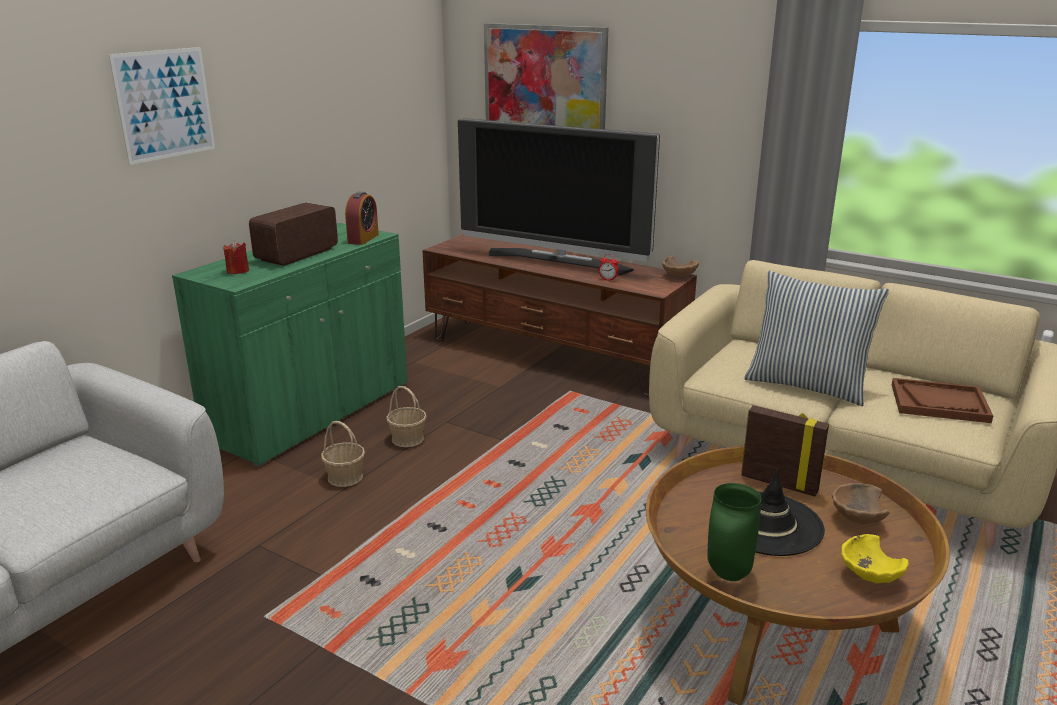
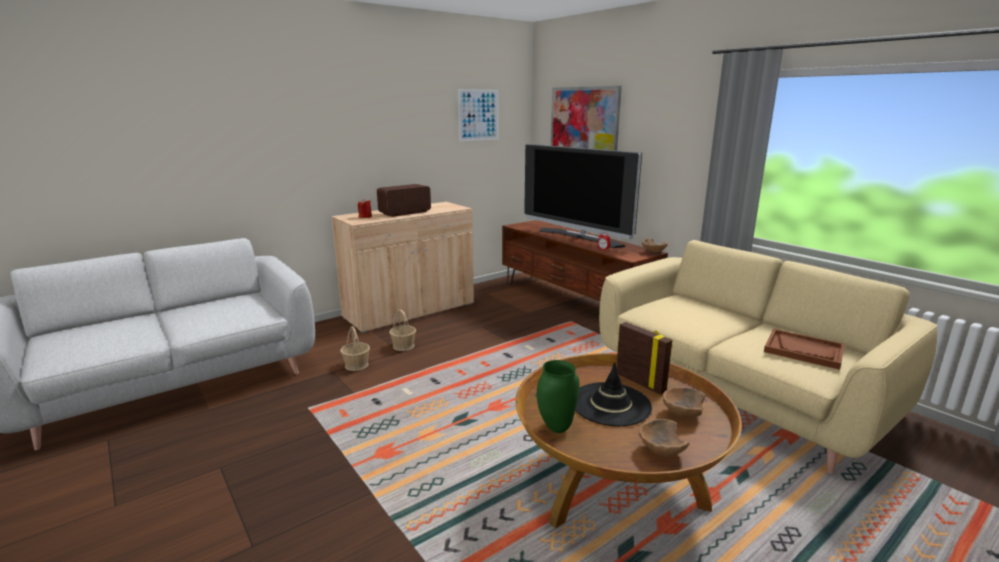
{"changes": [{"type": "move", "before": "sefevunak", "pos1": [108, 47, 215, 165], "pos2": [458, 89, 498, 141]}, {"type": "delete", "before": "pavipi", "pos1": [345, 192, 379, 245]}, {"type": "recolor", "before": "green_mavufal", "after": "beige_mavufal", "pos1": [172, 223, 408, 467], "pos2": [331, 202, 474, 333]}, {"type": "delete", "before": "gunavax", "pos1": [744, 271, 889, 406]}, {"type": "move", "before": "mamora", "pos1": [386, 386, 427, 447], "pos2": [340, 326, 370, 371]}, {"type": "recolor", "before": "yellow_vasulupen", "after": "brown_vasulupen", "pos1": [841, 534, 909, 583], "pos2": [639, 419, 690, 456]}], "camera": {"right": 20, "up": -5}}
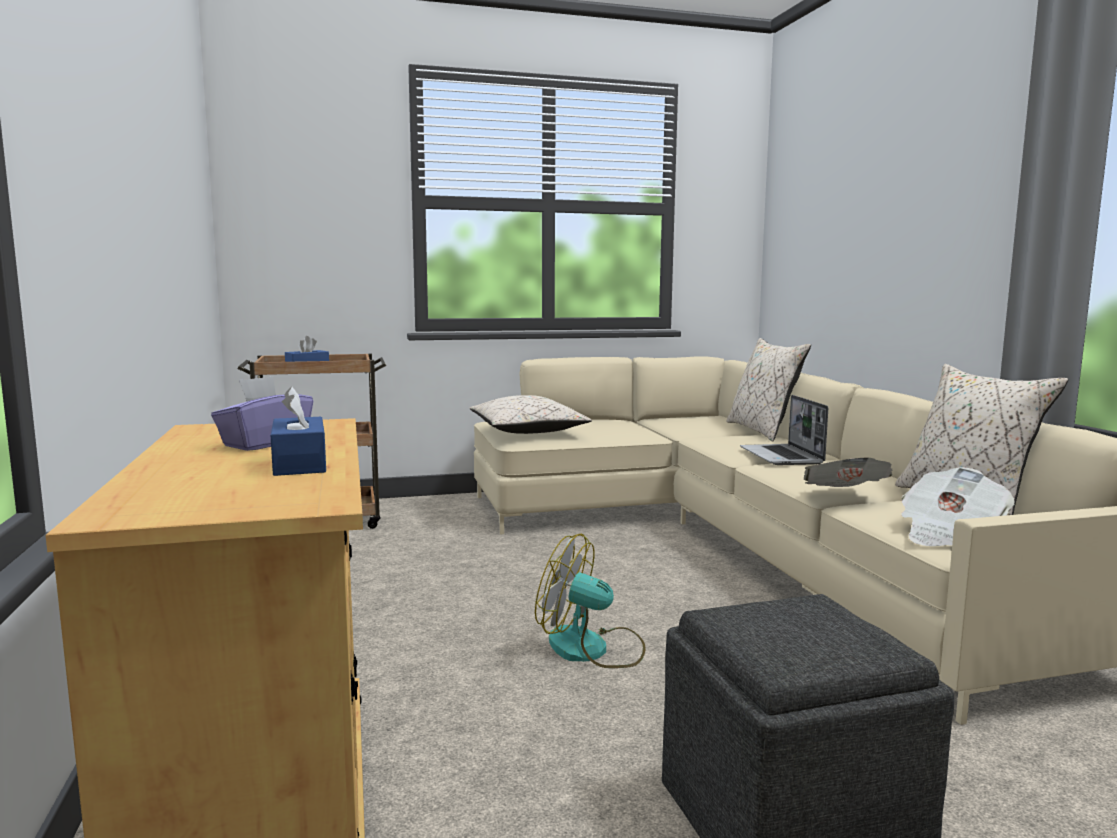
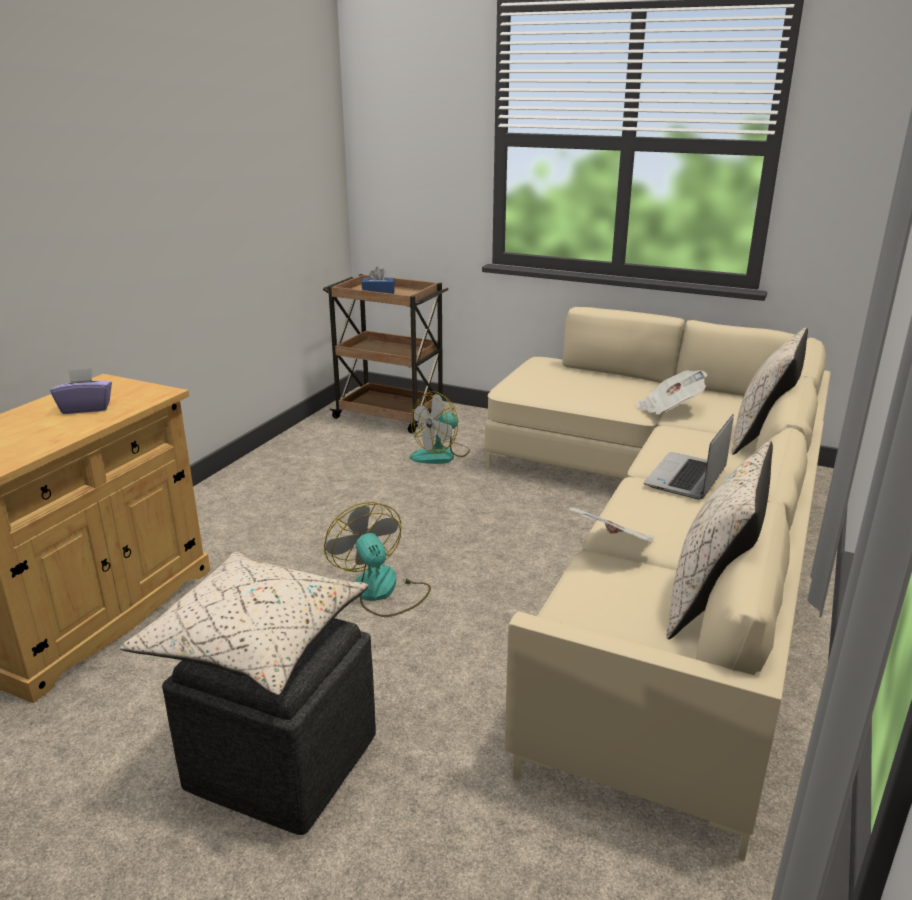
{"changes": [{"type": "delete", "before": "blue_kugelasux", "pos1": [271, 387, 326, 476]}, {"type": "move", "before": "beige_gunavax", "pos1": [469, 395, 592, 434], "pos2": [120, 552, 369, 696]}, {"type": "move", "before": "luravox", "pos1": [901, 467, 1015, 546], "pos2": [636, 370, 708, 415]}, {"type": "insert", "after": "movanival", "pos2": [410, 391, 470, 464]}], "camera": {"right": 40, "up": 15}}
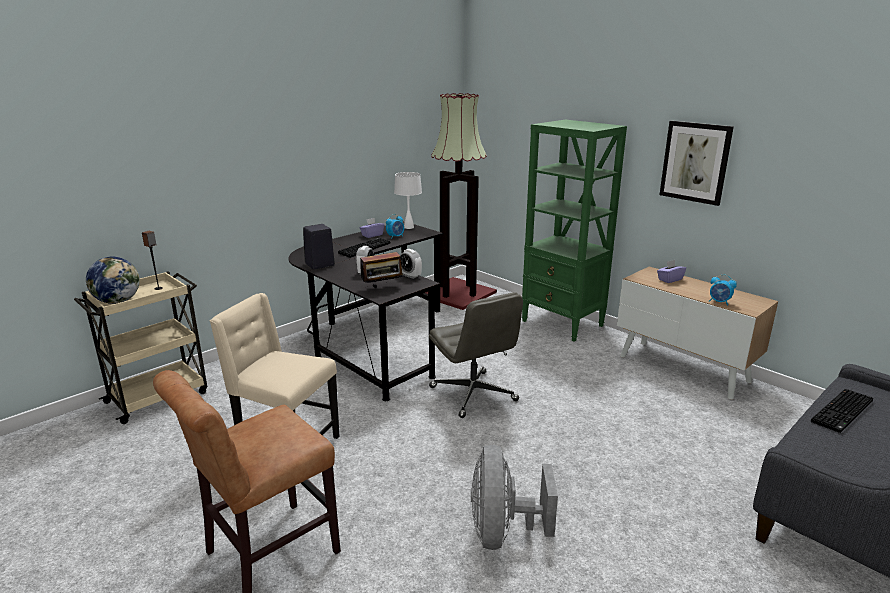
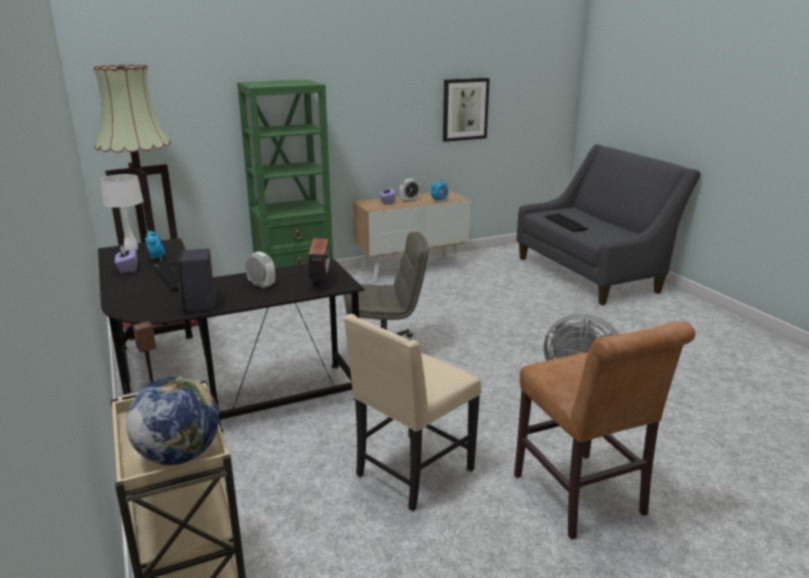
{"changes": [{"type": "move", "before": "sefevunak", "pos1": [659, 121, 734, 206], "pos2": [443, 78, 490, 142]}, {"type": "move", "before": "pavipi", "pos1": [400, 249, 422, 279], "pos2": [399, 179, 420, 202]}], "camera": {"right": -70, "up": 0}}
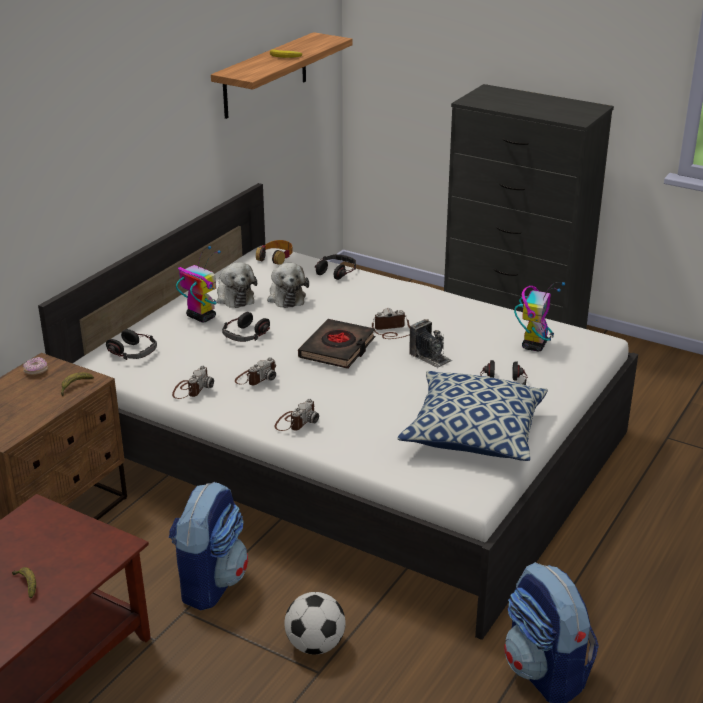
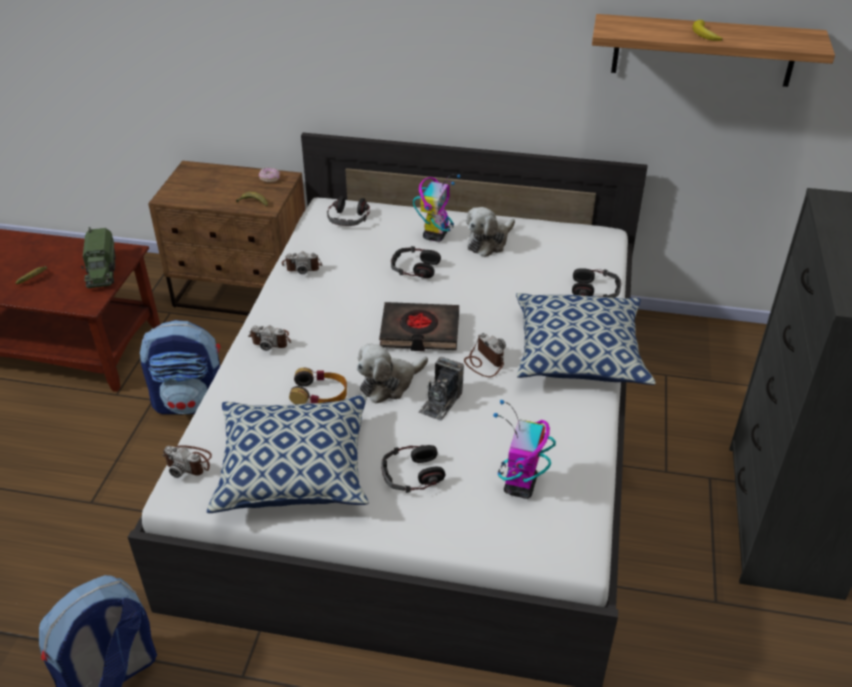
{"changes": [{"type": "move", "before": "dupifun", "pos1": [256, 240, 292, 265], "pos2": [289, 368, 347, 405]}, {"type": "move", "before": "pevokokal", "pos1": [267, 263, 309, 308], "pos2": [357, 343, 428, 404]}, {"type": "rotate", "before": "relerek", "pos1": [514, 282, 565, 351], "pos2": [493, 400, 556, 499], "turn": 105}, {"type": "move", "before": "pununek", "pos1": [235, 357, 276, 385], "pos2": [162, 445, 212, 478]}, {"type": "delete", "before": "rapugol", "pos1": [284, 592, 345, 655]}, {"type": "insert", "after": "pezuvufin", "pos2": [81, 227, 116, 288]}, {"type": "insert", "after": "gunavax", "pos2": [516, 293, 656, 385]}], "camera": {"right": 70, "up": 10}}
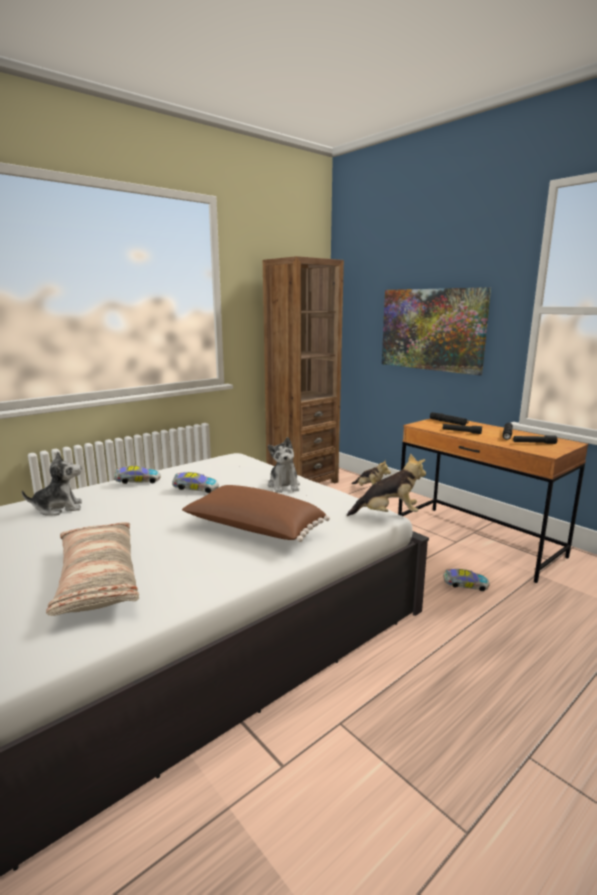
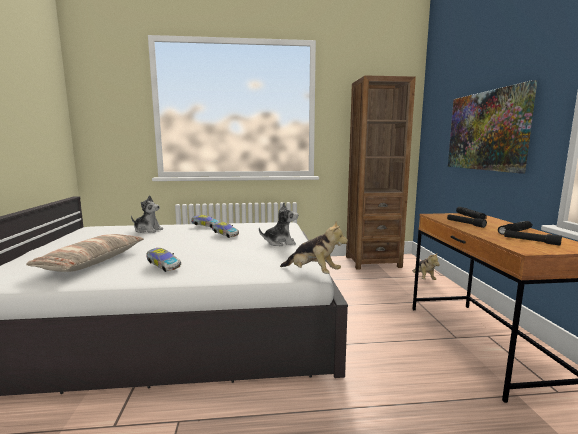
{"changes": [{"type": "rotate", "before": "pevokokal", "pos1": [268, 437, 300, 493], "pos2": [259, 202, 298, 246], "turn": -120}, {"type": "delete", "before": "brown_gunavax", "pos1": [182, 485, 330, 542]}, {"type": "move", "before": "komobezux", "pos1": [443, 569, 489, 591], "pos2": [146, 248, 181, 272]}], "camera": {"right": 35, "up": -5}}
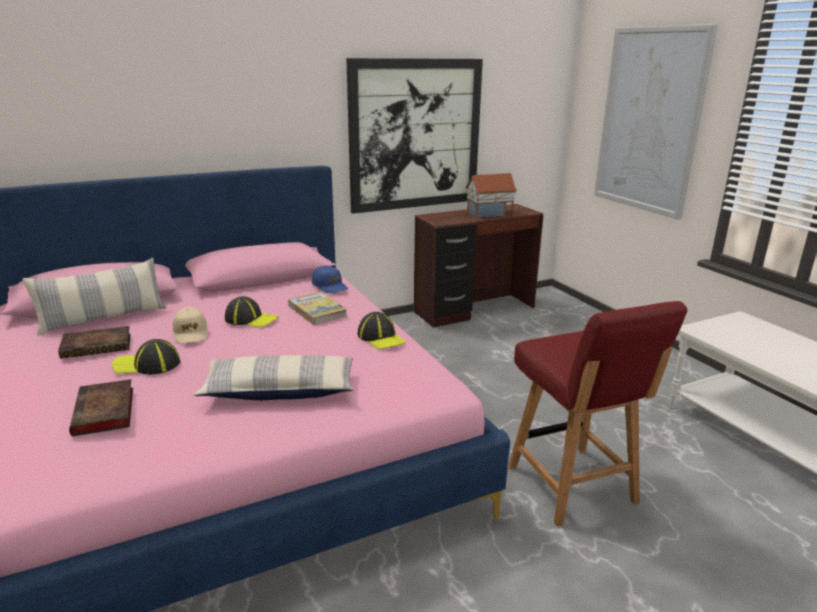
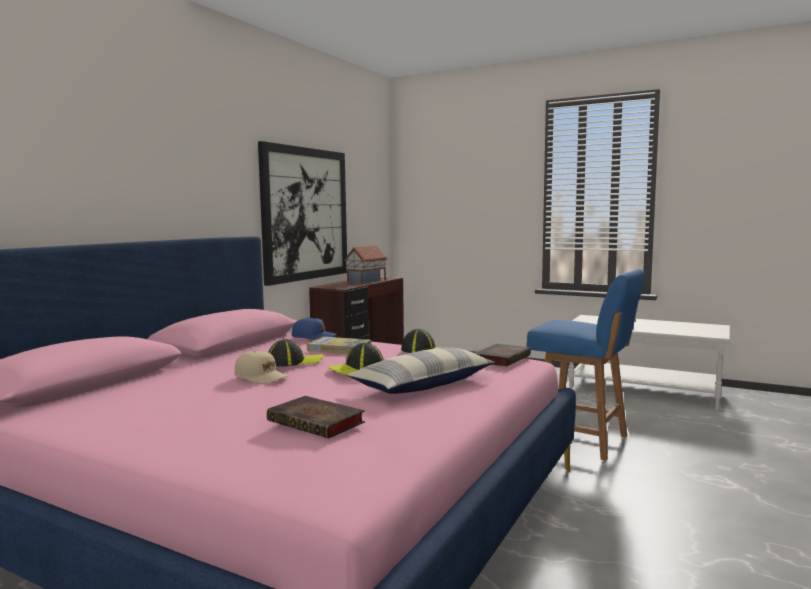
{"changes": [{"type": "delete", "before": "sefevunak", "pos1": [594, 24, 718, 219]}, {"type": "delete", "before": "gunavax", "pos1": [22, 258, 166, 336]}, {"type": "recolor", "before": "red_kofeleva", "after": "blue_kofeleva", "pos1": [508, 301, 688, 527], "pos2": [526, 269, 645, 461]}, {"type": "move", "before": "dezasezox", "pos1": [58, 326, 131, 359], "pos2": [475, 344, 531, 366]}, {"type": "move", "before": "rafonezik", "pos1": [112, 339, 180, 374], "pos2": [328, 342, 384, 375]}], "camera": {"right": -35, "up": -15}}
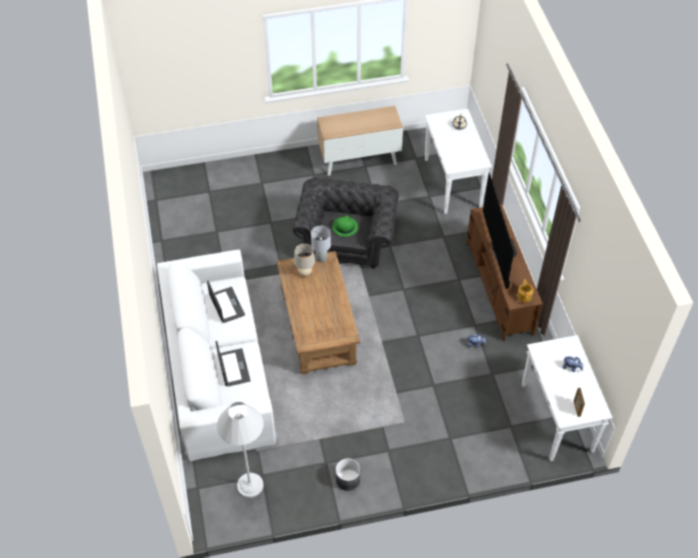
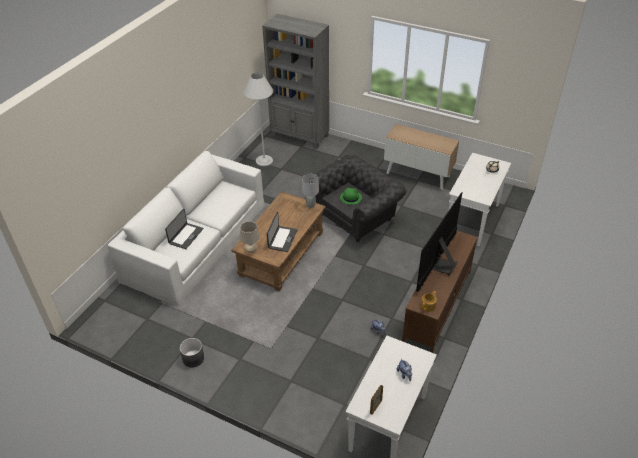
{"changes": [{"type": "move", "before": "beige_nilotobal", "pos1": [294, 244, 315, 276], "pos2": [240, 221, 260, 253]}, {"type": "move", "before": "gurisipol", "pos1": [207, 281, 245, 323], "pos2": [267, 212, 297, 252]}, {"type": "move", "before": "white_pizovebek", "pos1": [217, 402, 264, 498], "pos2": [244, 73, 273, 166]}, {"type": "insert", "after": "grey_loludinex", "pos2": [262, 14, 329, 149]}], "camera": {"right": 40, "up": -10}}
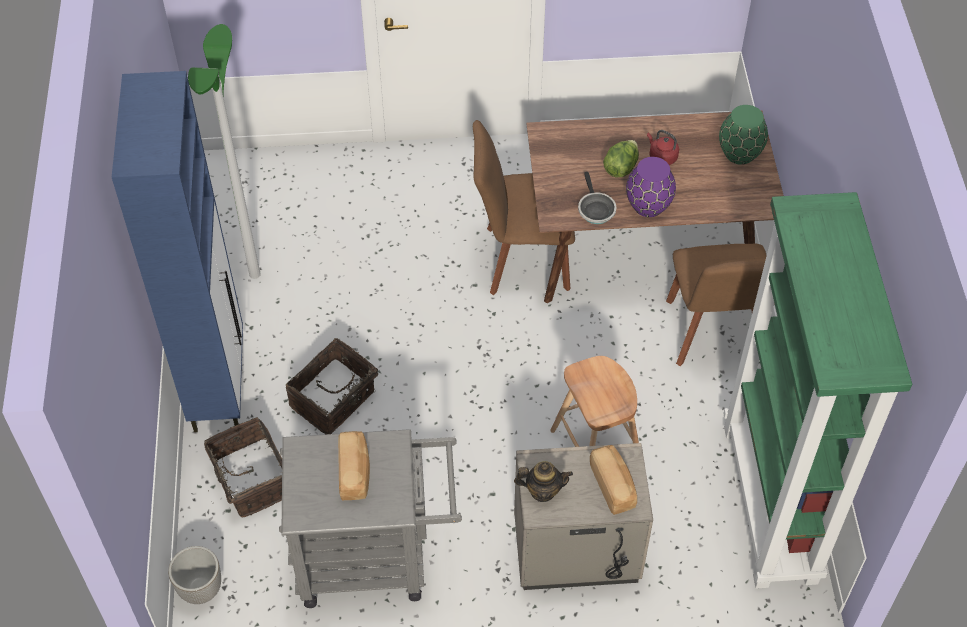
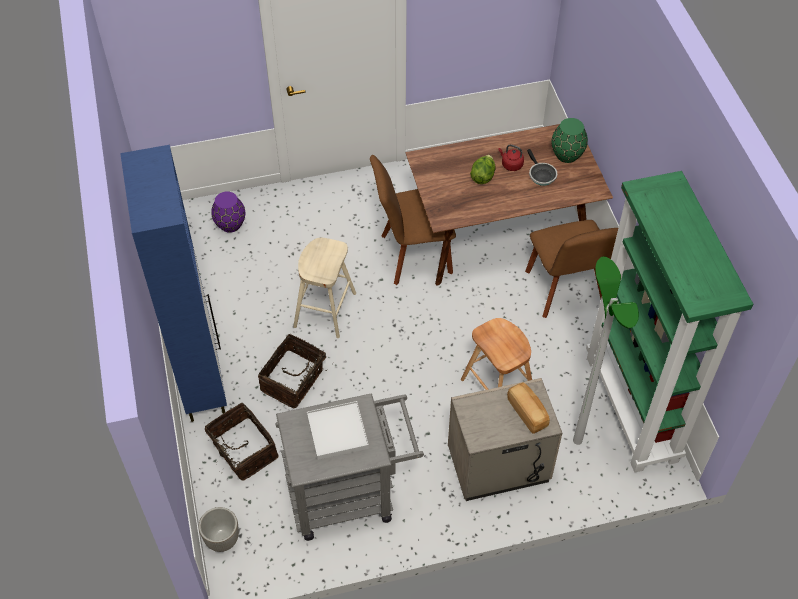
{"changes": [{"type": "move", "before": "pizovebek", "pos1": [188, 24, 261, 279], "pos2": [573, 256, 639, 445]}, {"type": "move", "before": "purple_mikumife", "pos1": [626, 157, 676, 217], "pos2": [211, 191, 245, 233]}, {"type": "move", "before": "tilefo", "pos1": [578, 172, 616, 224], "pos2": [527, 149, 557, 186]}, {"type": "replace", "before": "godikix", "after": "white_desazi", "pos1": [338, 431, 370, 501], "pos2": [307, 401, 369, 460]}, {"type": "delete", "before": "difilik", "pos1": [514, 461, 573, 502]}, {"type": "insert", "after": "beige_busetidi", "pos2": [293, 238, 356, 338]}], "camera": {"right": -10, "up": 0}}
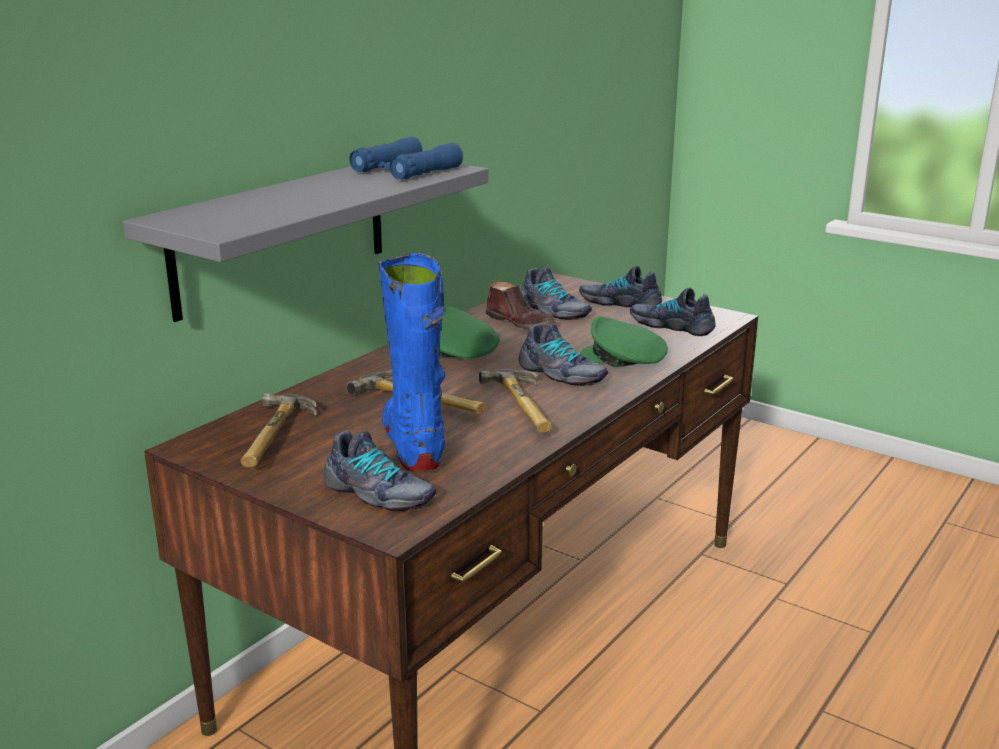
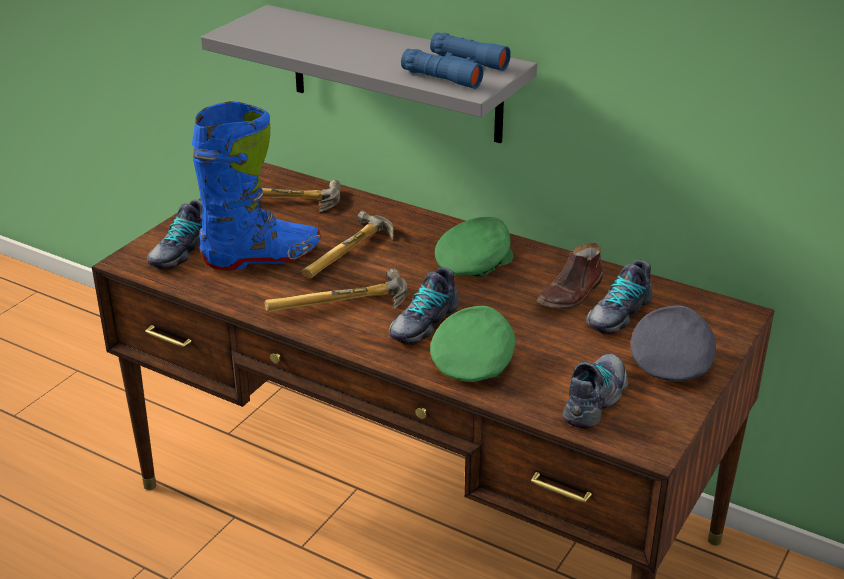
{"changes": [{"type": "replace", "before": "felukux", "after": "grey_rafonezik", "pos1": [579, 266, 662, 307], "pos2": [630, 305, 716, 382]}], "camera": {"right": 85, "up": 10}}
